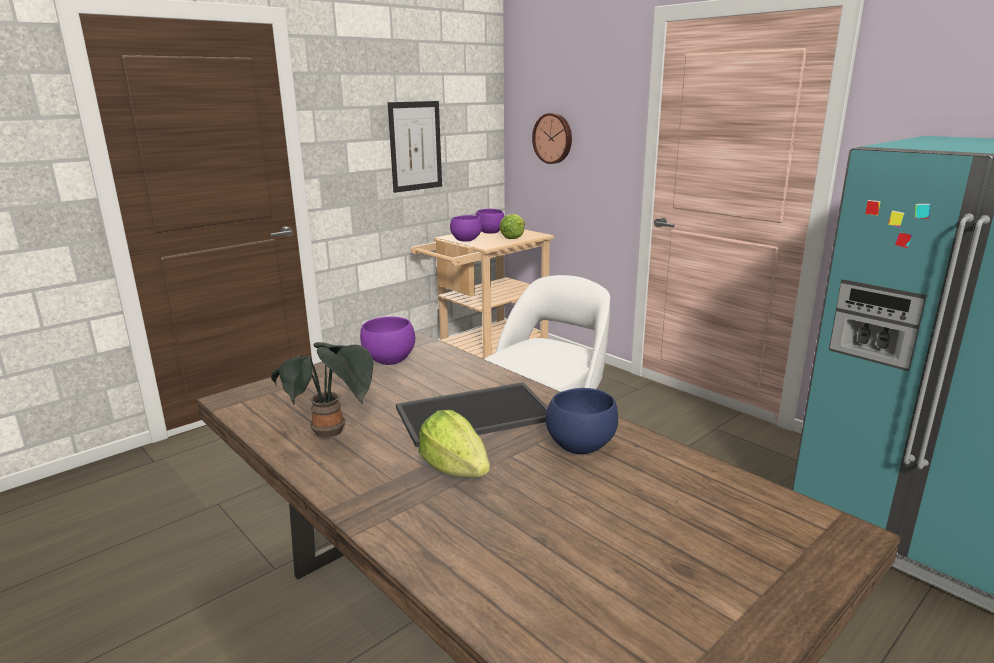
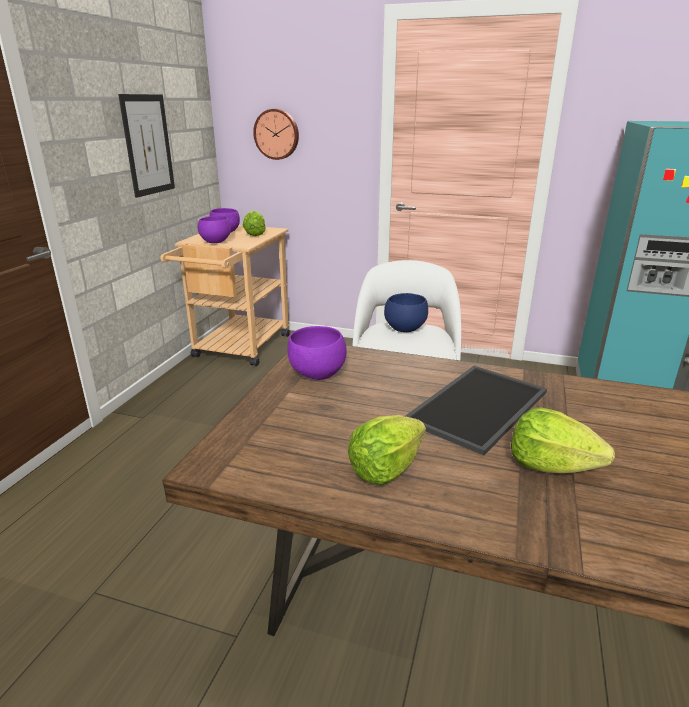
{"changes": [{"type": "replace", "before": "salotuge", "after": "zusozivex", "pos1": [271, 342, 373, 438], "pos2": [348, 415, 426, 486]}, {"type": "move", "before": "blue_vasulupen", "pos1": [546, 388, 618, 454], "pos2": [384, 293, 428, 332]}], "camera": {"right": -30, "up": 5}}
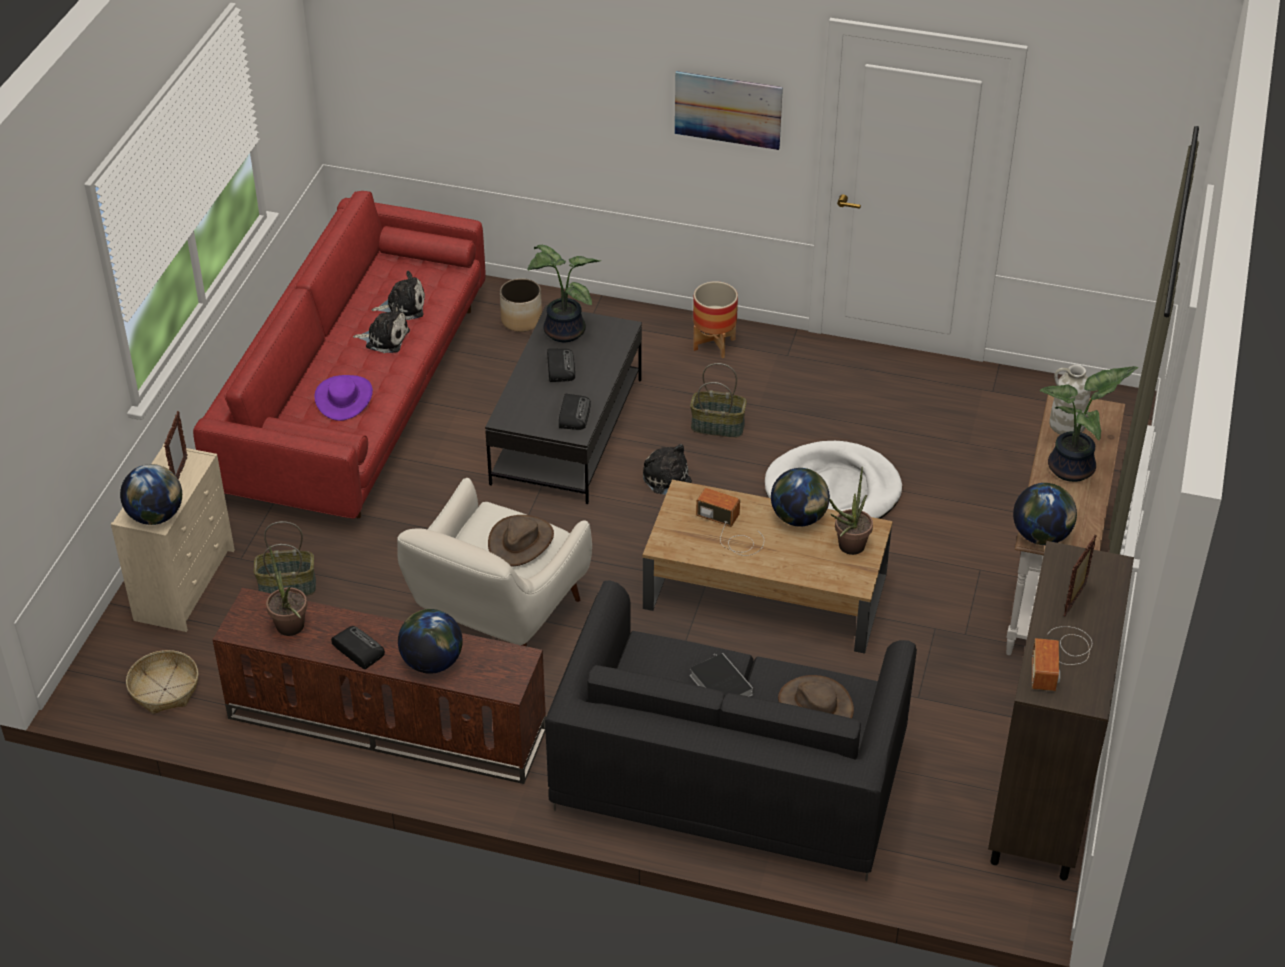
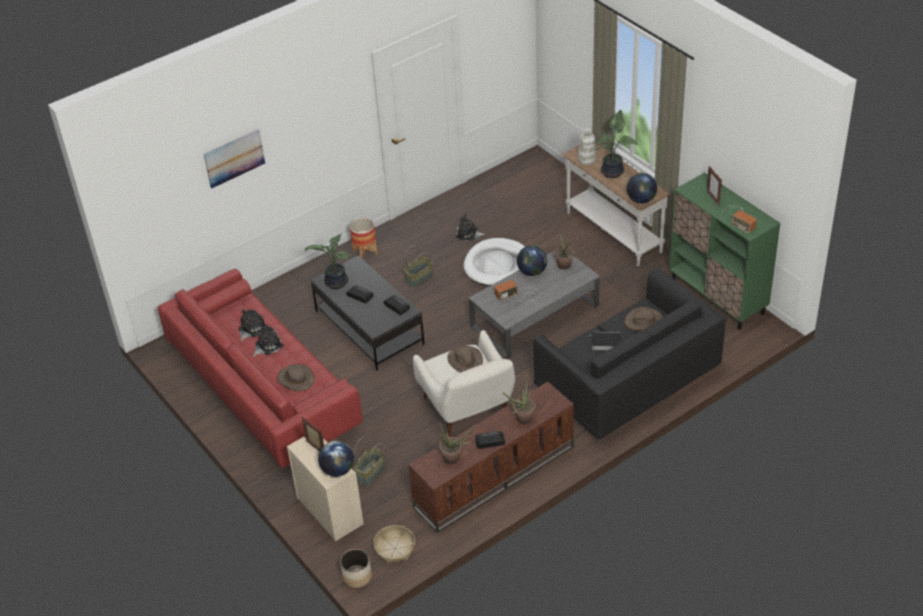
{"changes": [{"type": "move", "before": "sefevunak", "pos1": [675, 71, 783, 150], "pos2": [204, 129, 265, 189]}, {"type": "move", "before": "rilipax", "pos1": [500, 278, 542, 332], "pos2": [340, 549, 372, 588]}, {"type": "recolor", "before": "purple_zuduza", "after": "brown_zuduza", "pos1": [314, 375, 373, 421], "pos2": [277, 364, 315, 391]}, {"type": "move", "before": "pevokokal", "pos1": [643, 444, 692, 495], "pos2": [455, 213, 486, 241]}, {"type": "recolor", "before": "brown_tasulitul", "after": "grey_tasulitul", "pos1": [643, 480, 893, 654], "pos2": [469, 250, 600, 359]}, {"type": "recolor", "before": "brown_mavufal", "after": "green_mavufal", "pos1": [988, 541, 1134, 881], "pos2": [669, 173, 780, 329]}, {"type": "replace", "before": "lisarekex", "after": "salotuge", "pos1": [398, 609, 463, 674], "pos2": [503, 374, 535, 424]}], "camera": {"right": -50, "up": 0}}
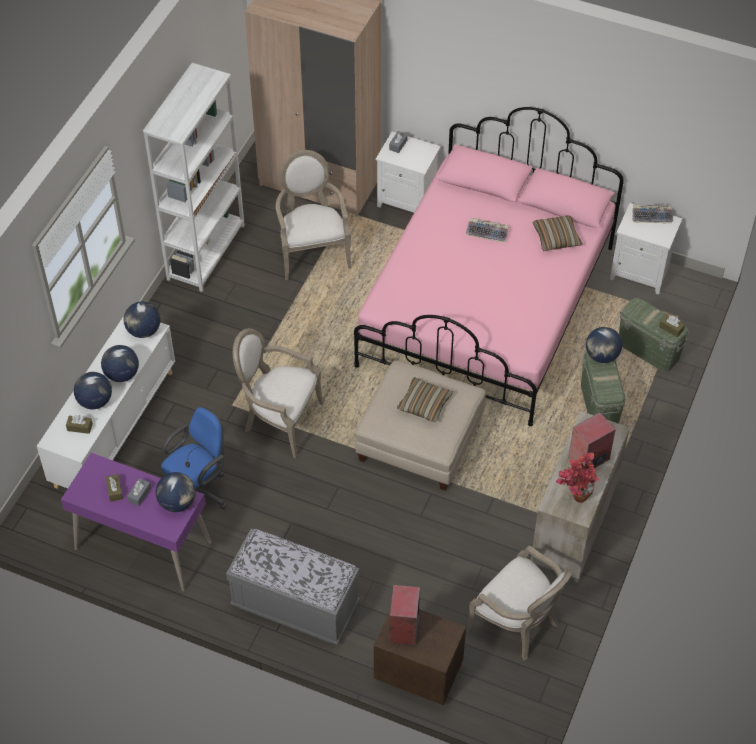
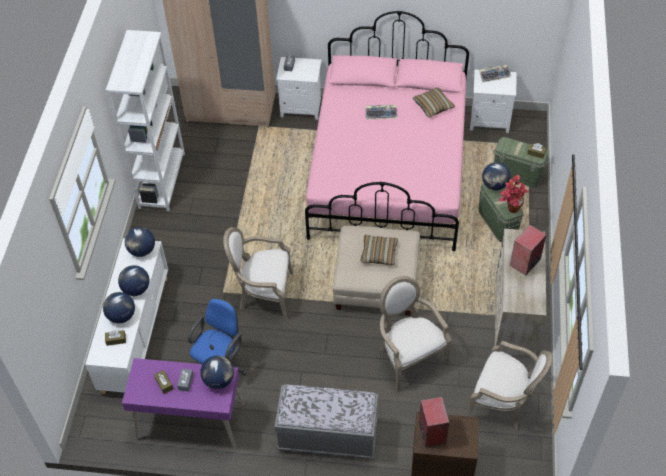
{"changes": [{"type": "move", "before": "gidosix", "pos1": [276, 150, 352, 280], "pos2": [379, 276, 452, 392]}, {"type": "move", "before": "salotuge", "pos1": [556, 452, 599, 503], "pos2": [499, 175, 529, 213]}], "camera": {"right": -15, "up": 0}}
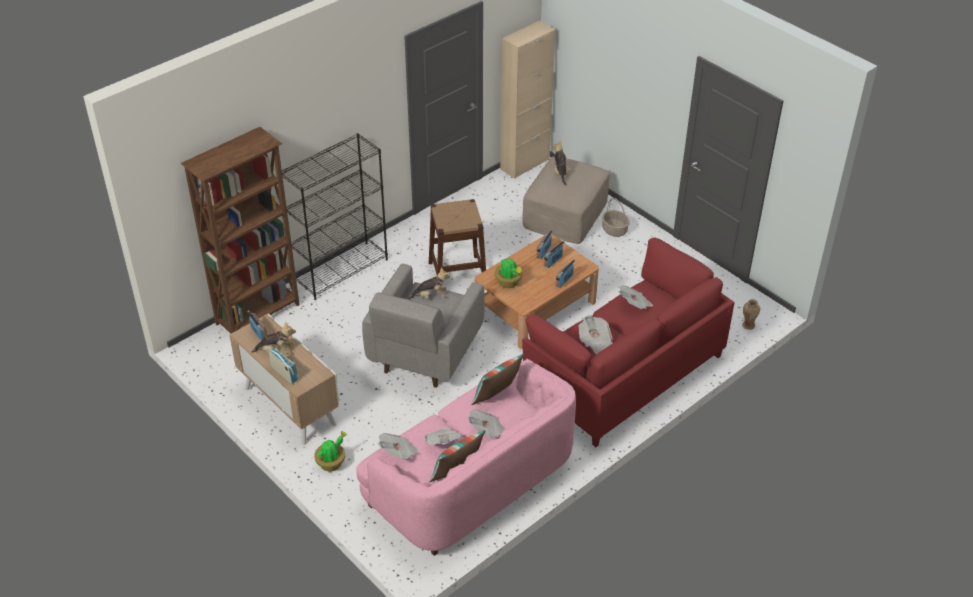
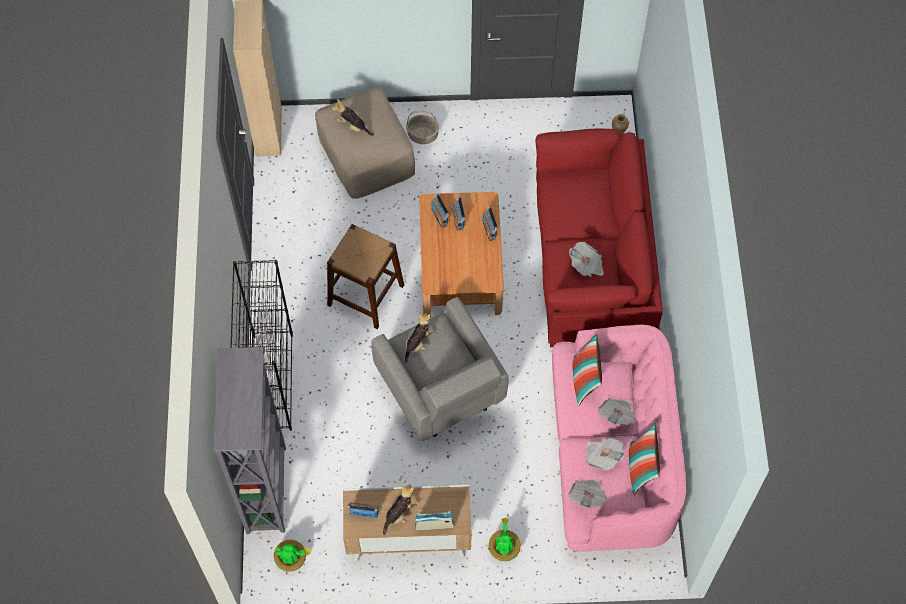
{"changes": [{"type": "recolor", "before": "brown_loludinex", "after": "grey_loludinex", "pos1": [181, 127, 300, 334], "pos2": [214, 347, 286, 534]}, {"type": "move", "before": "salotuge", "pos1": [495, 257, 523, 288], "pos2": [274, 540, 311, 571]}, {"type": "delete", "before": "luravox", "pos1": [619, 285, 653, 310]}], "camera": {"right": -50, "up": 20}}
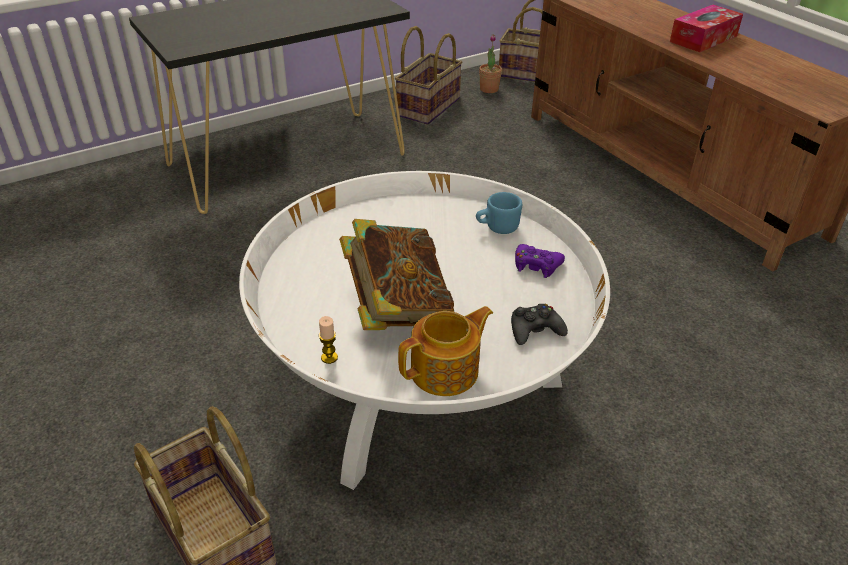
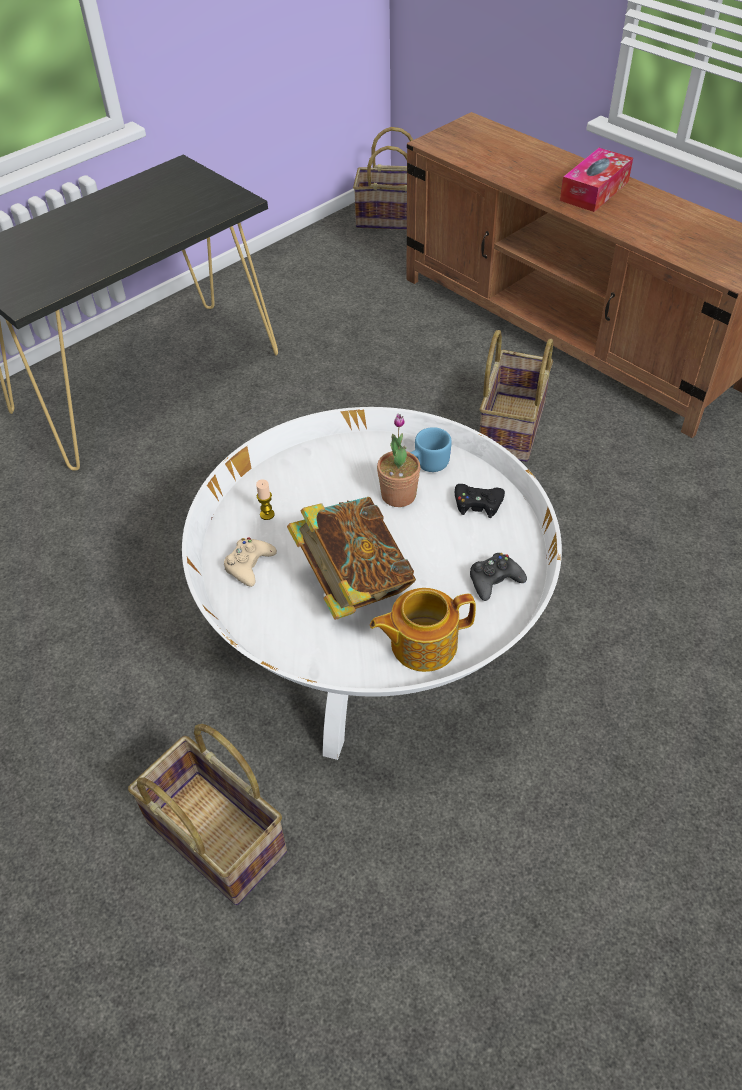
{"changes": [{"type": "move", "before": "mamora", "pos1": [395, 26, 462, 125], "pos2": [479, 330, 553, 462]}, {"type": "move", "before": "salotuge", "pos1": [479, 34, 502, 93], "pos2": [377, 414, 420, 507]}, {"type": "recolor", "before": "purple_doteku", "after": "black_doteku", "pos1": [515, 244, 565, 278], "pos2": [455, 484, 505, 518]}, {"type": "rotate", "before": "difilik", "pos1": [398, 306, 493, 396], "pos2": [370, 588, 476, 672], "turn": -150}, {"type": "move", "before": "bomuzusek", "pos1": [319, 316, 338, 364], "pos2": [256, 479, 275, 520]}, {"type": "insert", "after": "beige_doteku", "pos2": [224, 537, 277, 587]}], "camera": {"right": -10, "up": 10}}
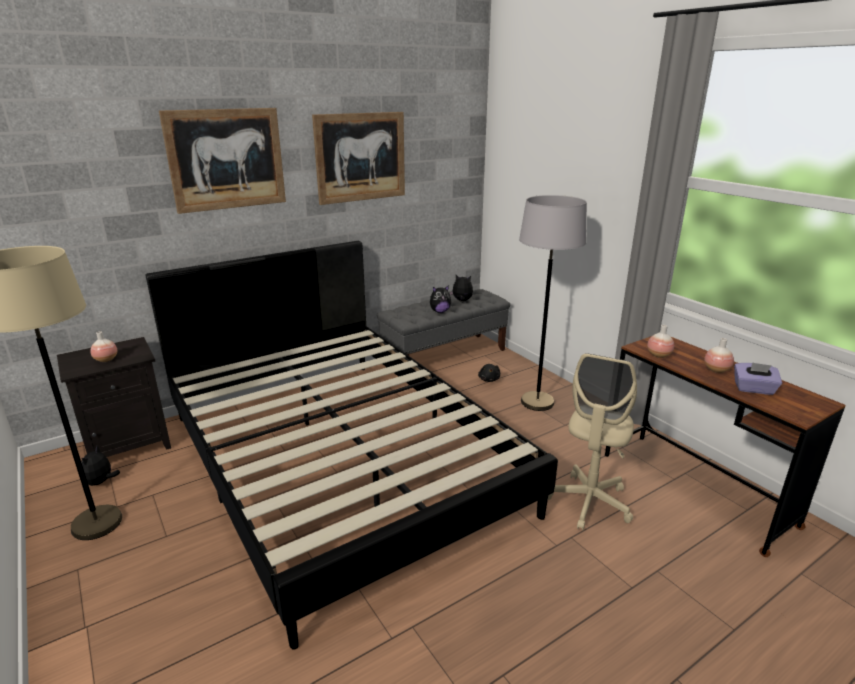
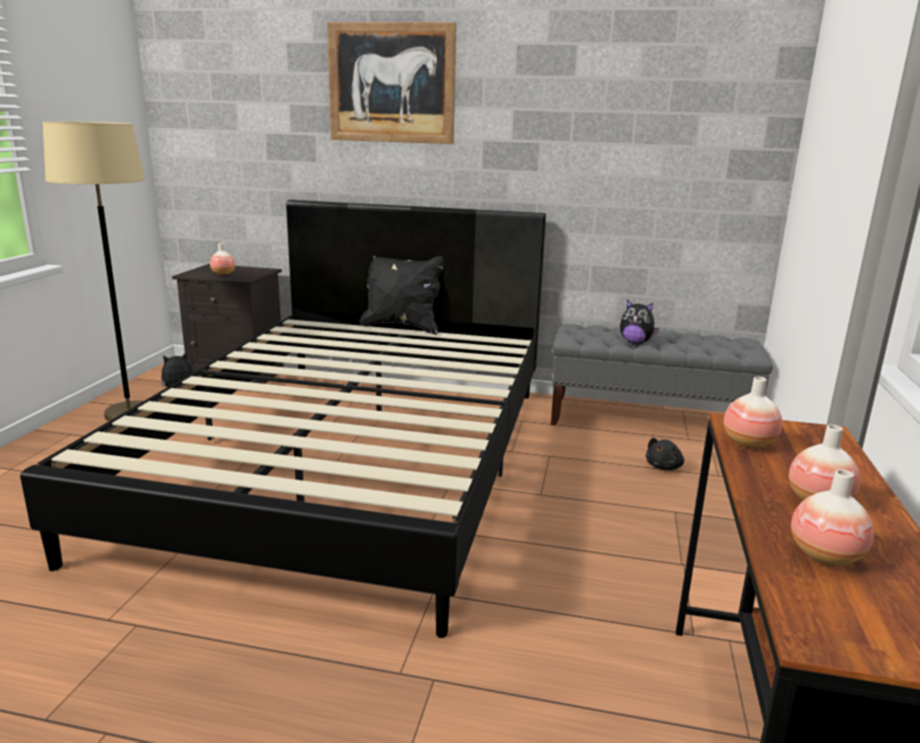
{"changes": [{"type": "delete", "before": "sefevunak", "pos1": [312, 112, 405, 205]}, {"type": "delete", "before": "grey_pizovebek", "pos1": [519, 195, 587, 411]}, {"type": "delete", "before": "pevokokal", "pos1": [449, 275, 473, 301]}, {"type": "delete", "before": "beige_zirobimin", "pos1": [548, 353, 637, 530]}, {"type": "replace", "before": "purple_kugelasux", "after": "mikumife", "pos1": [734, 362, 782, 395], "pos2": [791, 469, 874, 566]}, {"type": "insert", "after": "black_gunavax", "pos2": [359, 256, 444, 335]}], "camera": {"right": 45, "up": -5}}
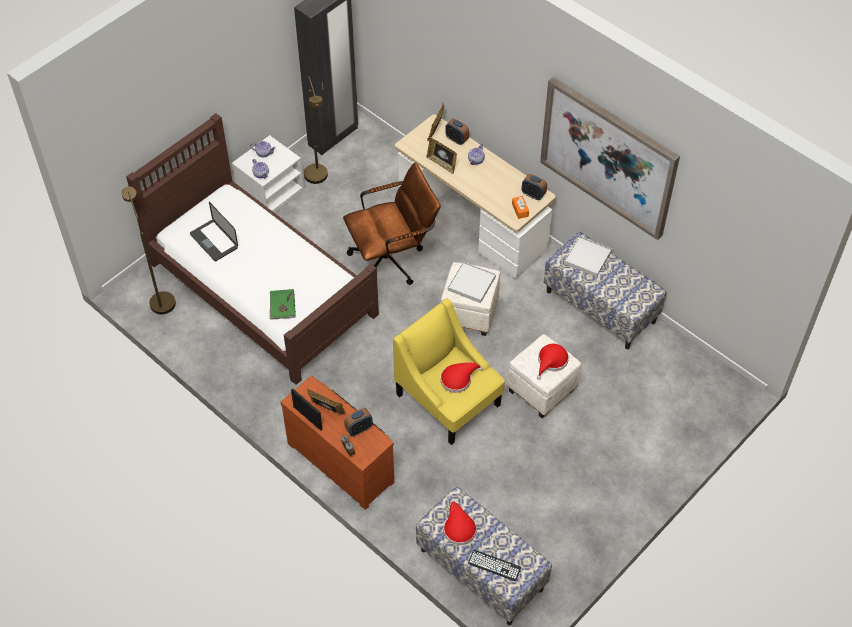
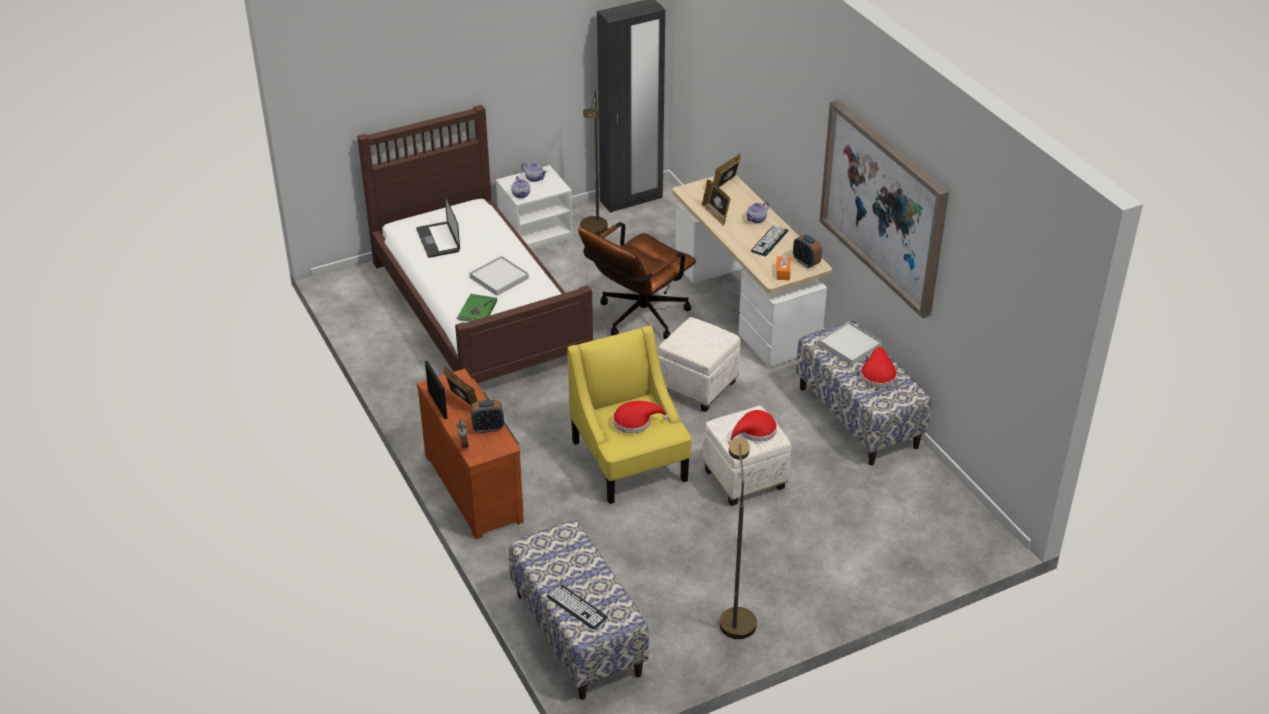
{"changes": [{"type": "delete", "before": "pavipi", "pos1": [445, 118, 469, 145]}, {"type": "rotate", "before": "brown_zirobimin", "pos1": [343, 163, 441, 285], "pos2": [578, 222, 696, 339], "turn": 135}, {"type": "move", "before": "brown_pizovebek", "pos1": [122, 186, 176, 314], "pos2": [720, 438, 757, 639]}, {"type": "move", "before": "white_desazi", "pos1": [448, 262, 496, 303], "pos2": [469, 256, 529, 296]}, {"type": "move", "before": "red_zuduza", "pos1": [444, 502, 477, 545], "pos2": [860, 347, 897, 388]}, {"type": "insert", "after": "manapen", "pos2": [751, 225, 789, 257]}], "camera": {"right": 20, "up": -15}}
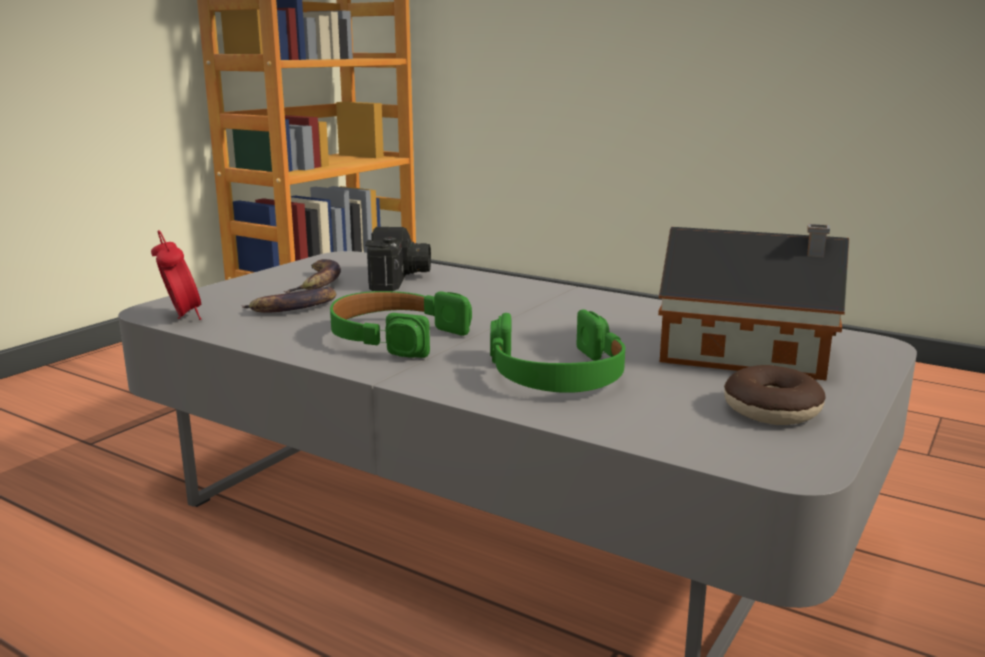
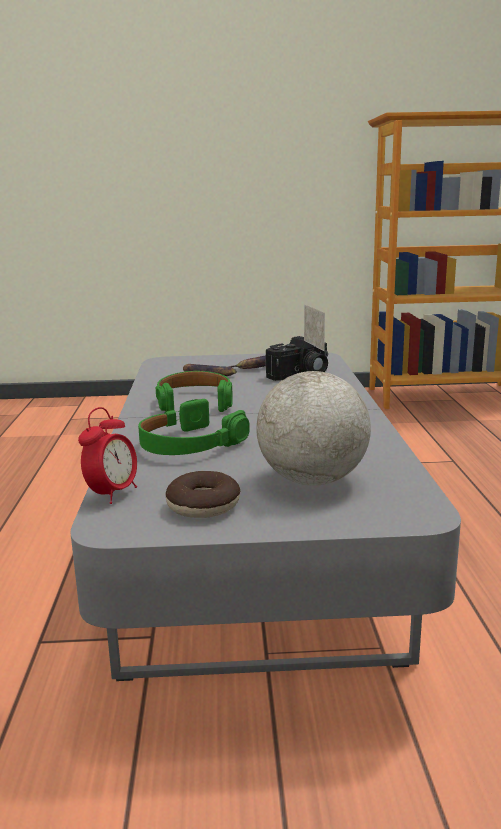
{"changes": [{"type": "replace", "before": "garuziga", "after": "lisarekex", "pos1": [658, 224, 849, 380], "pos2": [256, 305, 371, 486]}, {"type": "move", "before": "pavipi", "pos1": [151, 230, 202, 320], "pos2": [78, 407, 137, 504]}], "camera": {"right": 55, "up": 0}}
